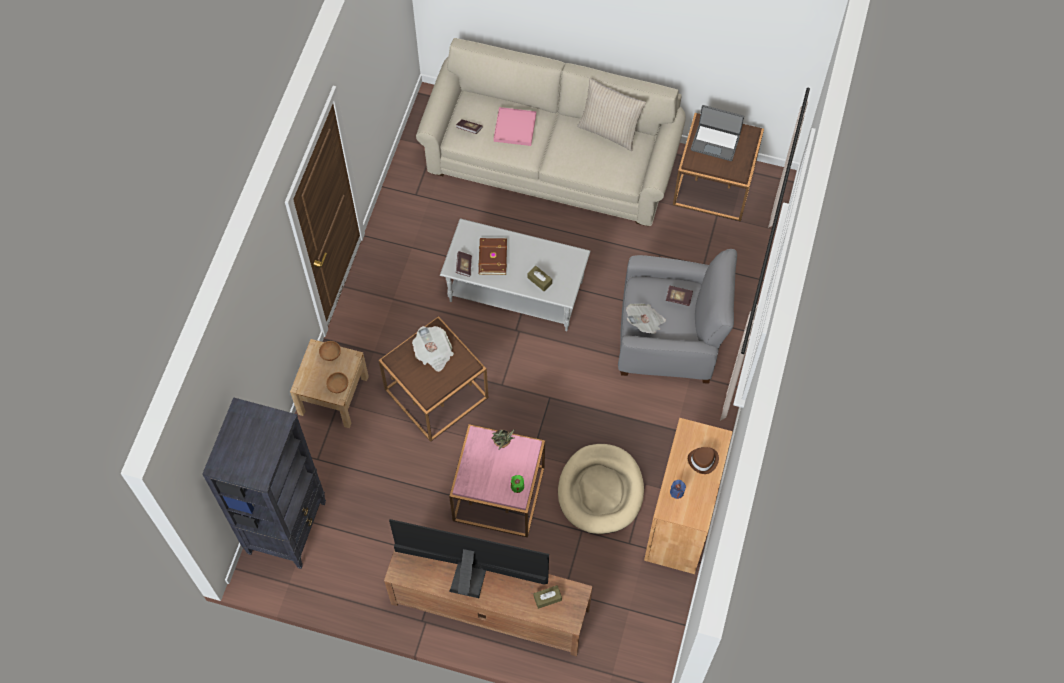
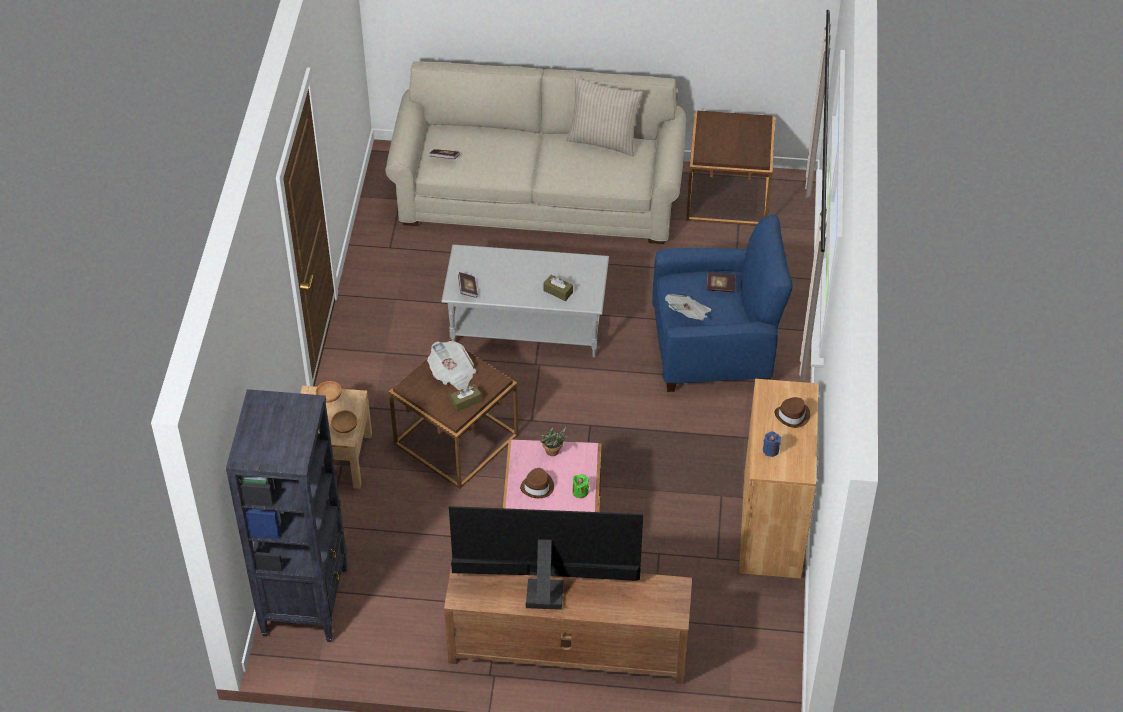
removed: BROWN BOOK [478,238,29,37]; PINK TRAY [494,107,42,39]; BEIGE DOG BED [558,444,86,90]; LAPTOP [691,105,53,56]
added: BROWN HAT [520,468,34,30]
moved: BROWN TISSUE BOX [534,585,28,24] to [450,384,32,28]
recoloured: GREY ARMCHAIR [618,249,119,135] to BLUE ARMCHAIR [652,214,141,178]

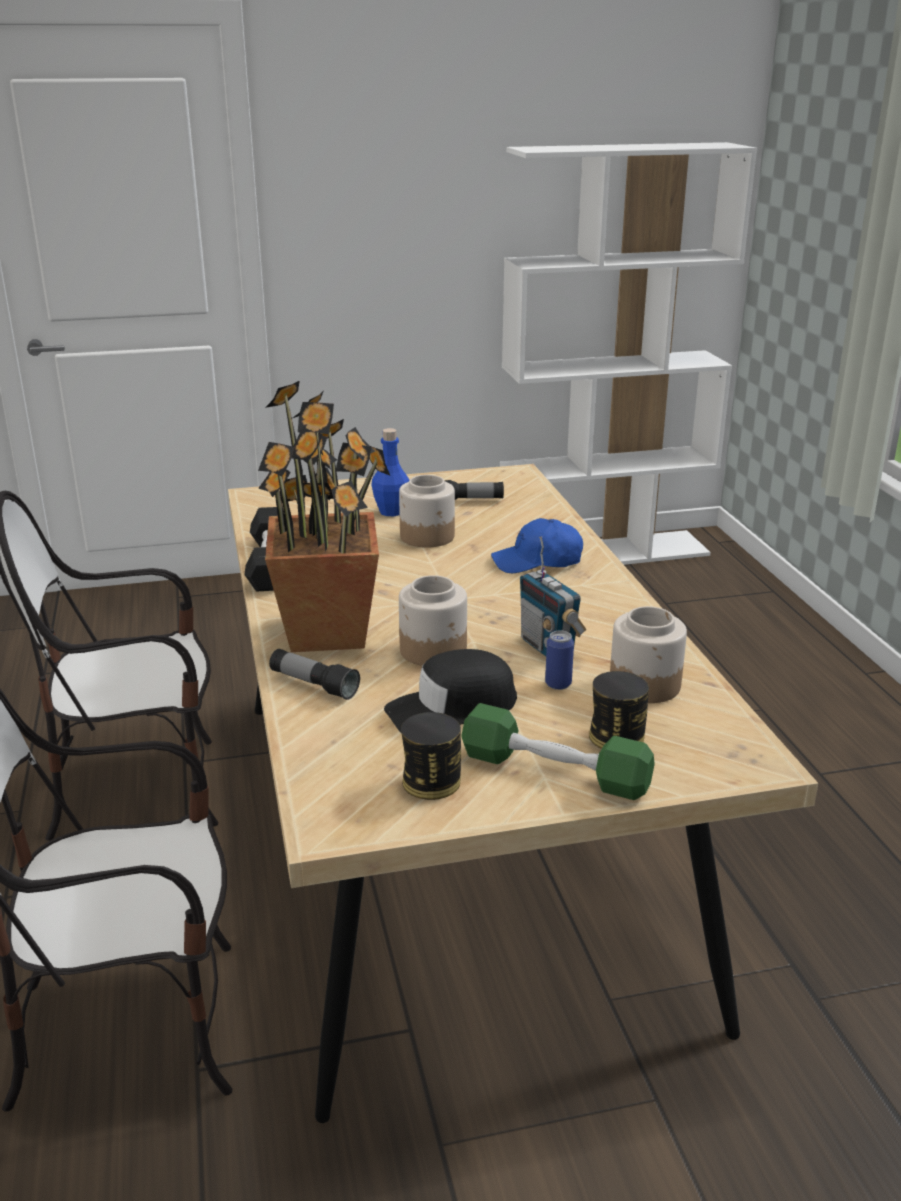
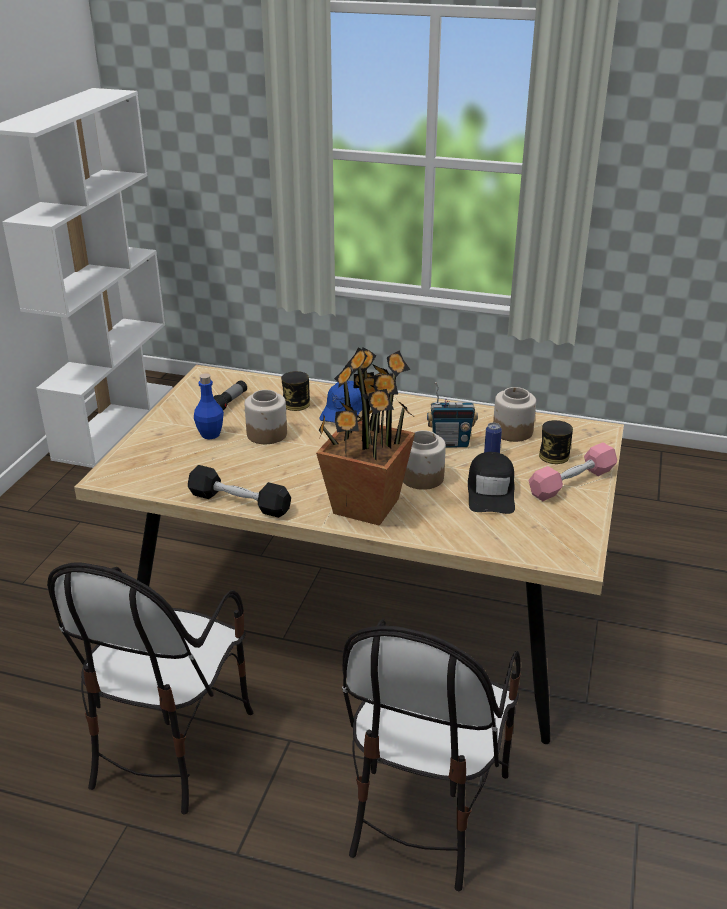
removed: FLASHLIGHT [269,649,91,51]
moved: CAN [401,712,60,88] to [281,371,29,40]
recoloured: GREEN DUMBBELL [461,703,194,97] to PINK DUMBBELL [528,442,89,59]

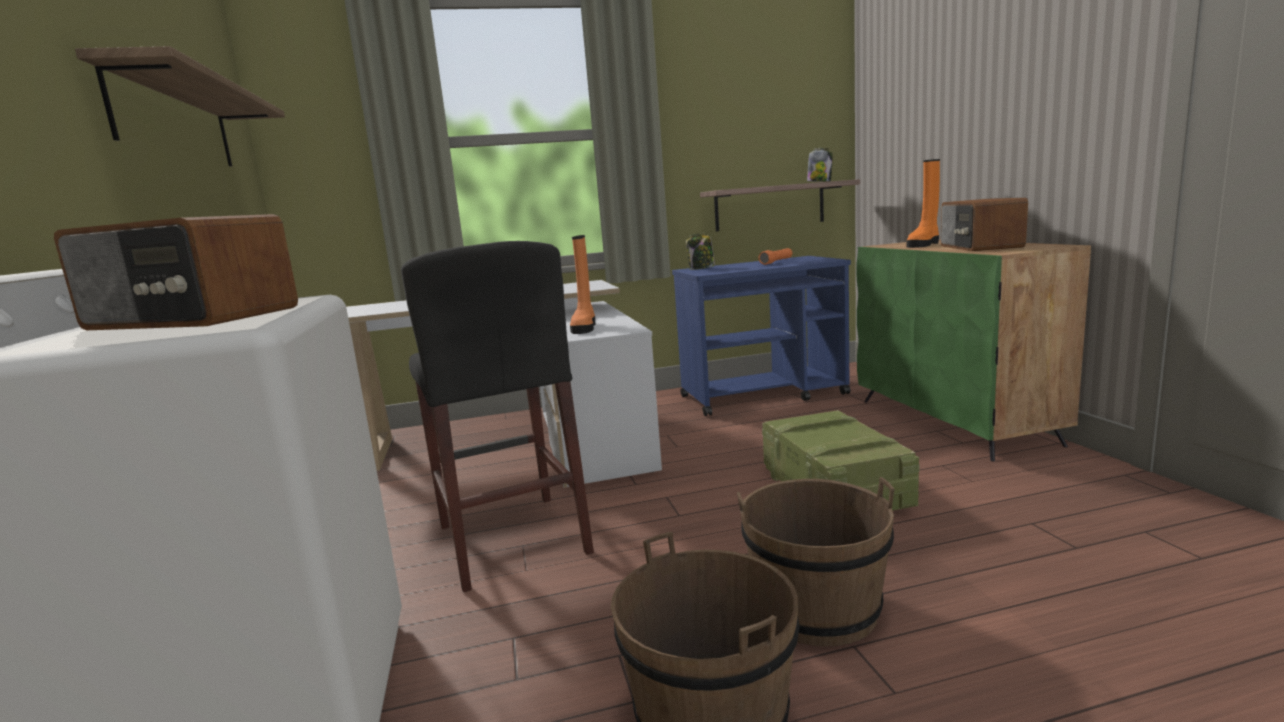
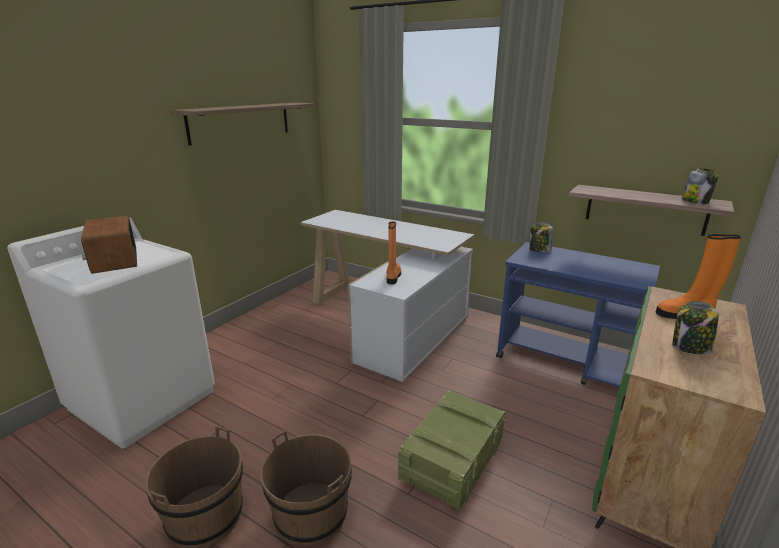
removed: BLACK STOOL [401,241,193,351]; ORANGE FLASHLIGHT [758,248,34,17]
replaced: RADIO [941,198,87,53] to JAR [672,301,47,53]
turned: ORANGE BOOT [570,235,25,99] = [386,222,15,62] 135 degrees clockwise

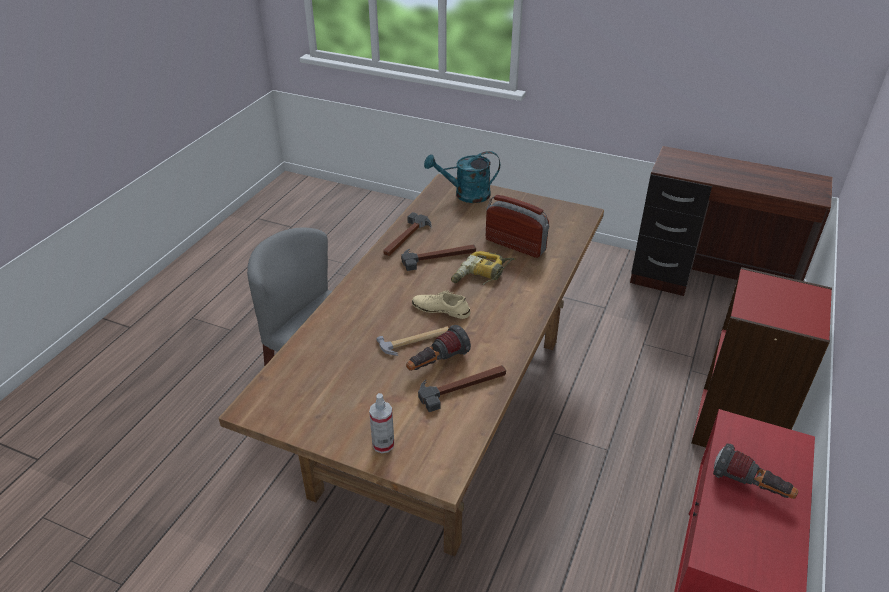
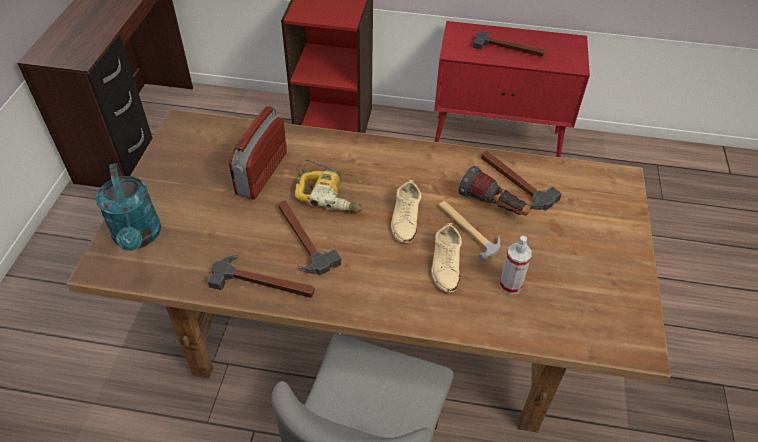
added: BEIGE SHOE [431,223,31,69]
moved: SPRAY BOTTLE [369,393,25,60] to [500,236,32,58]
replaced: FLASHLIGHT [713,443,85,56] to HAMMER [473,31,72,26]

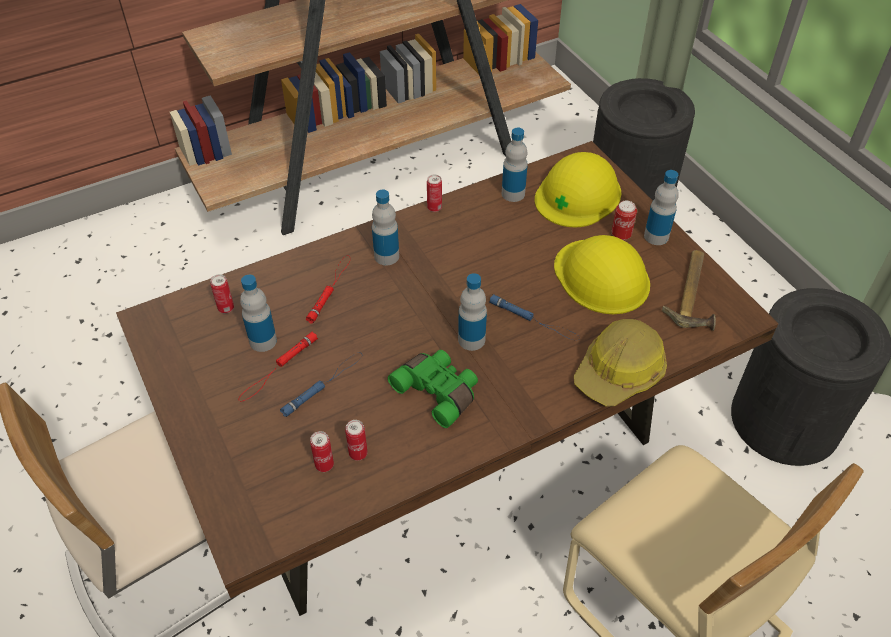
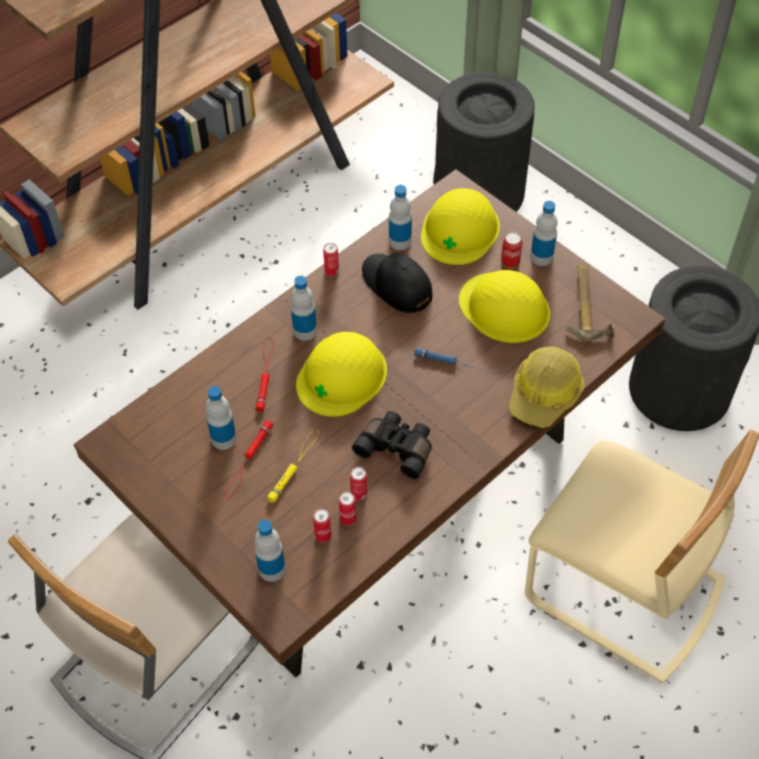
added: YELLOW HARD HAT [296,332,91,85]; BLACK CAP [362,253,71,60]
moved: CAN [210,274,24,39] to [350,467,17,34]; BOTTLE [458,273,29,78] to [254,520,32,62]
recoloured: BLUE FLASHLIGHT [280,352,82,65] to YELLOW FLASHLIGHT [267,429,52,74]; GREEN BINOCULARS [388,350,90,78] to BLACK BINOCULARS [352,411,80,68]

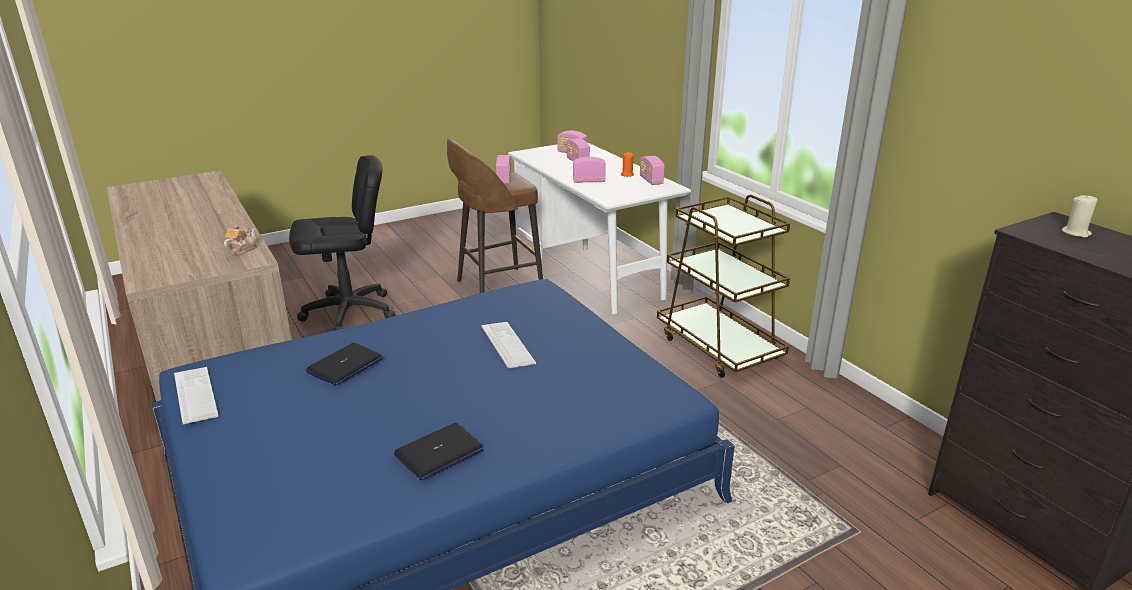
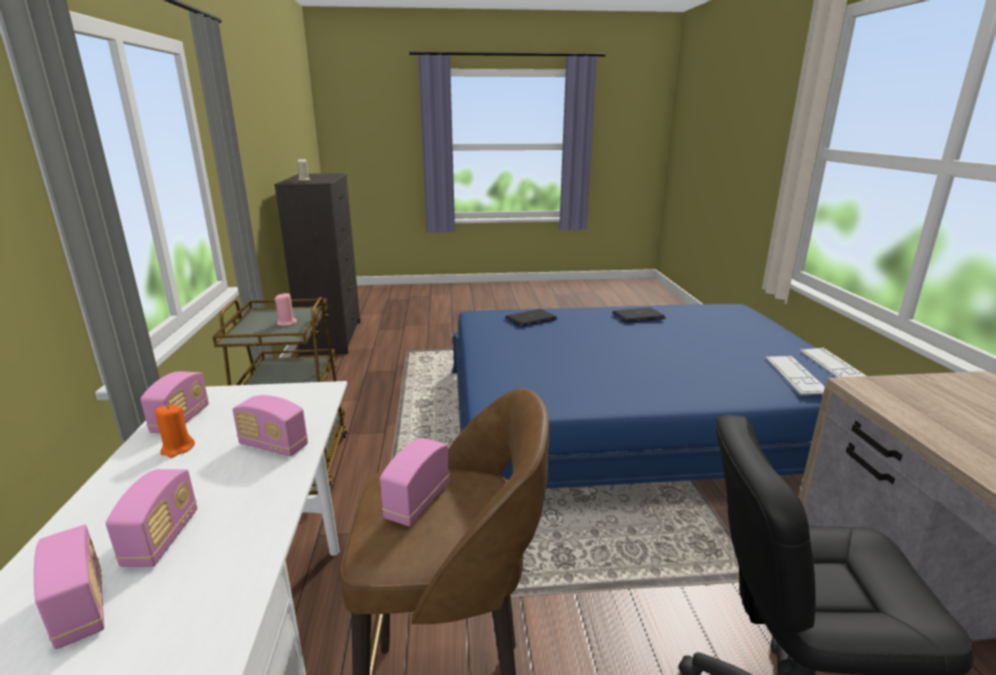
removed: TEAPOT [224,224,33,31]
added: PINK CANDLE [274,292,23,34]
moved: LAPTOP [306,343,77,43] to [505,309,53,18]; KEYBOARD [481,322,55,47] to [766,356,59,39]

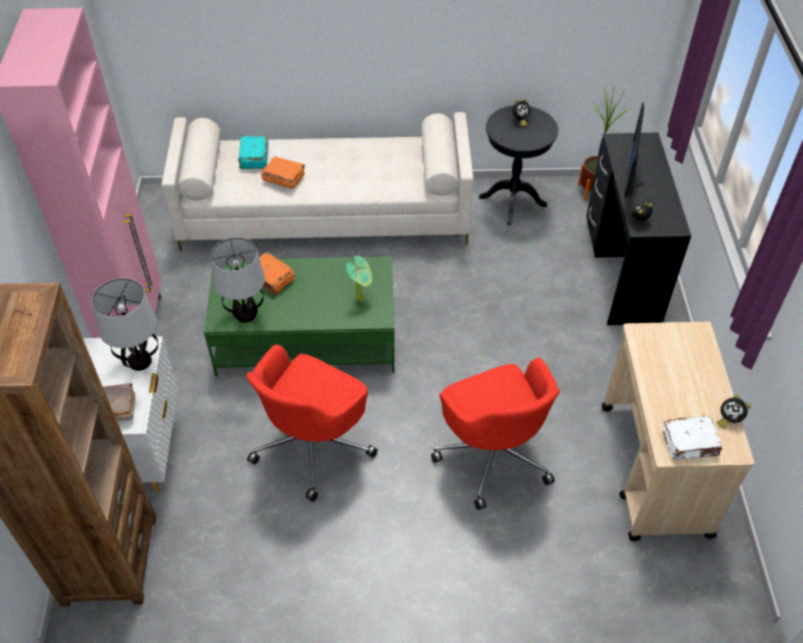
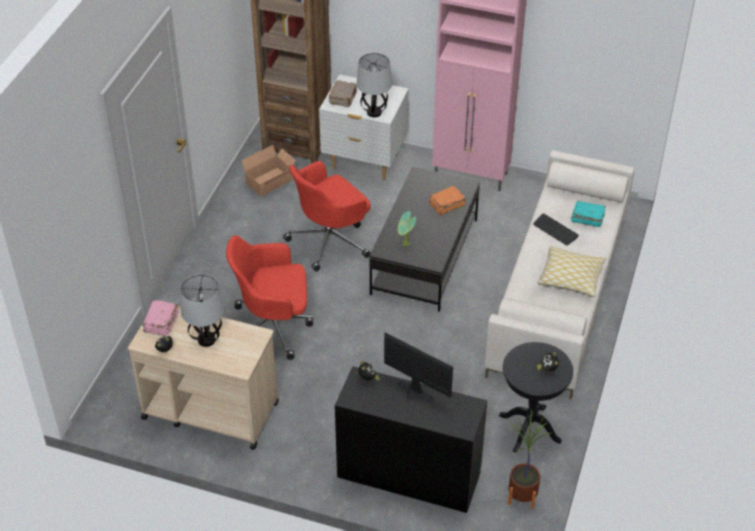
added: CARDBOARD BOX [241,145,55,51]; PILLOW [537,246,69,51]
moved: TABLE LAMP [211,237,54,85] to [180,275,44,72]
replaced: ORANGE BOOK [261,156,44,33] to KEYBOARD [533,213,46,33]
recoloured: GREEN COFFEE TABLE [204,256,191,121] to BLACK COFFEE TABLE [369,167,111,145]; WHITE BOOK [662,416,61,44] to PINK BOOK [143,300,35,36]
turned: RED OFFICE CHAIR [246,344,132,158] = [283,161,88,111] 90 degrees counterclockwise

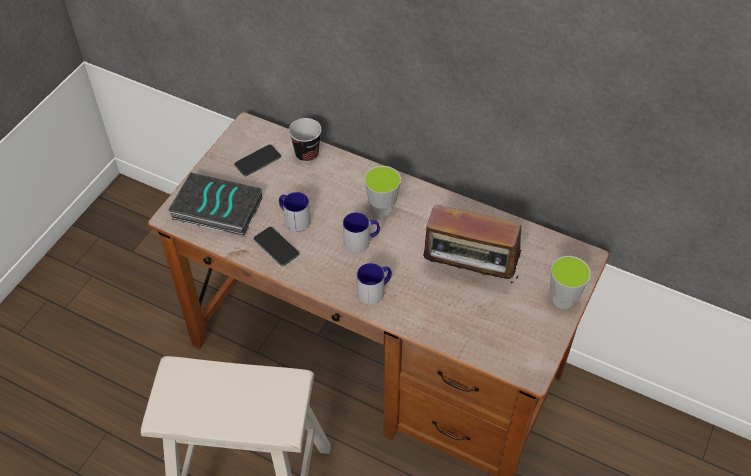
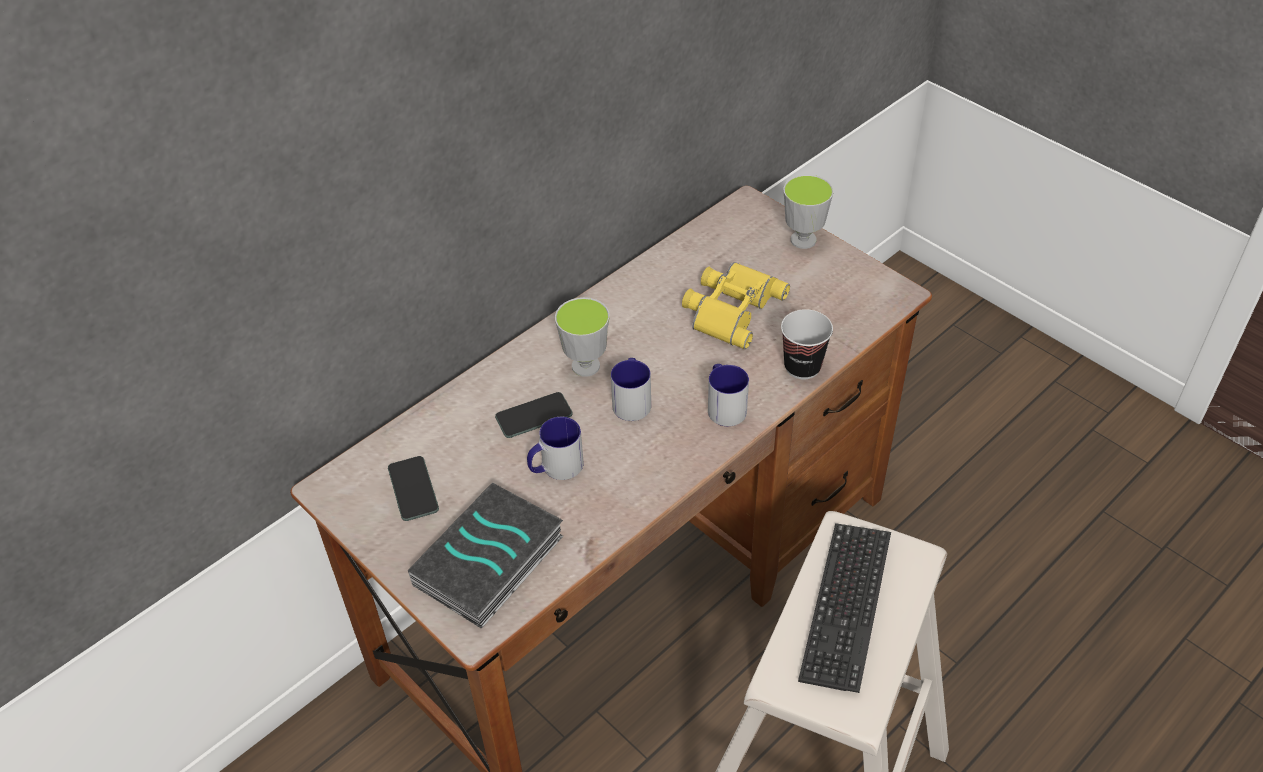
added: KEYBOARD [798,523,93,170]
moved: PHONE [254,227,46,39] to [495,392,78,46]; CUP [289,118,32,44] to [781,309,52,70]
replaced: RADIO [423,204,99,80] to YELLOW BINOCULARS [682,262,108,87]

